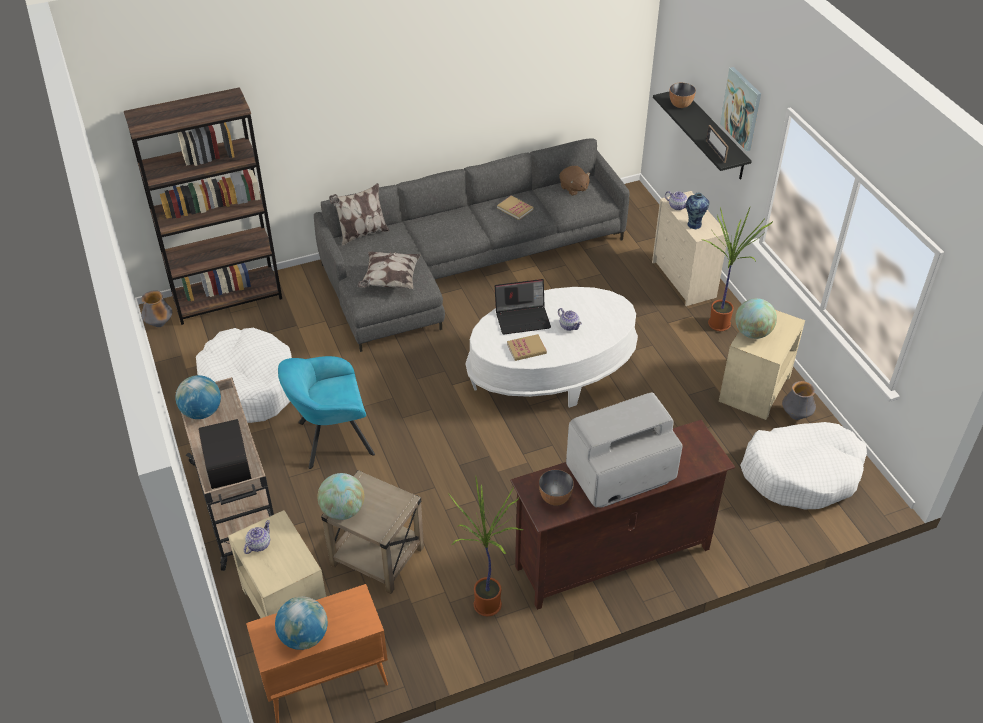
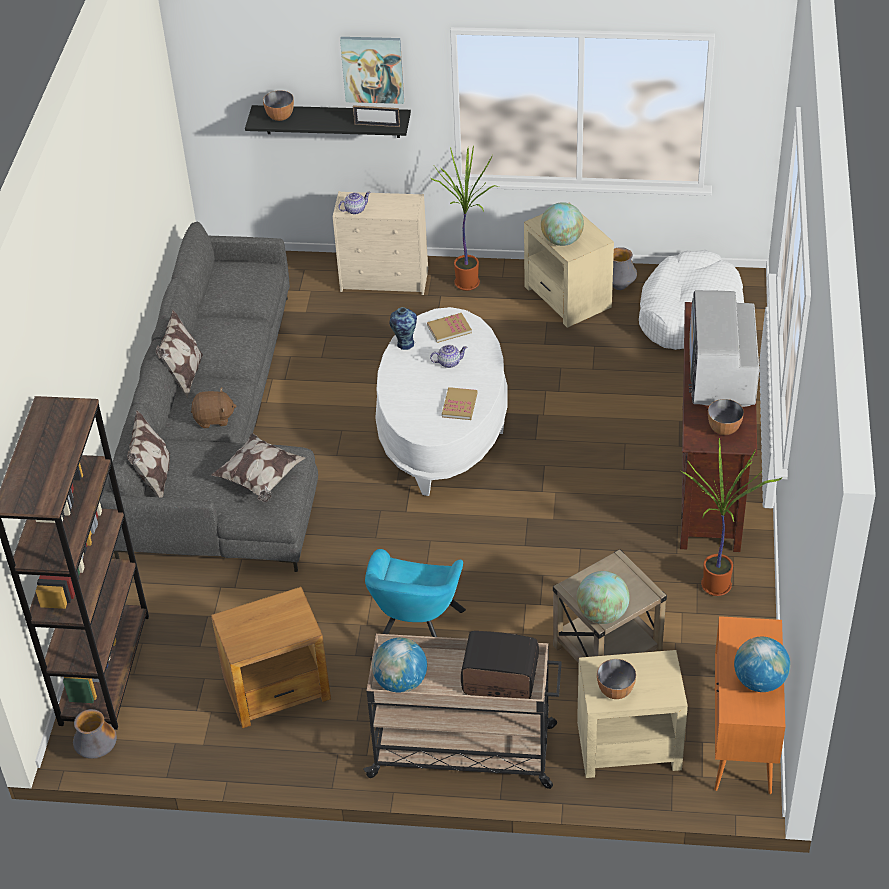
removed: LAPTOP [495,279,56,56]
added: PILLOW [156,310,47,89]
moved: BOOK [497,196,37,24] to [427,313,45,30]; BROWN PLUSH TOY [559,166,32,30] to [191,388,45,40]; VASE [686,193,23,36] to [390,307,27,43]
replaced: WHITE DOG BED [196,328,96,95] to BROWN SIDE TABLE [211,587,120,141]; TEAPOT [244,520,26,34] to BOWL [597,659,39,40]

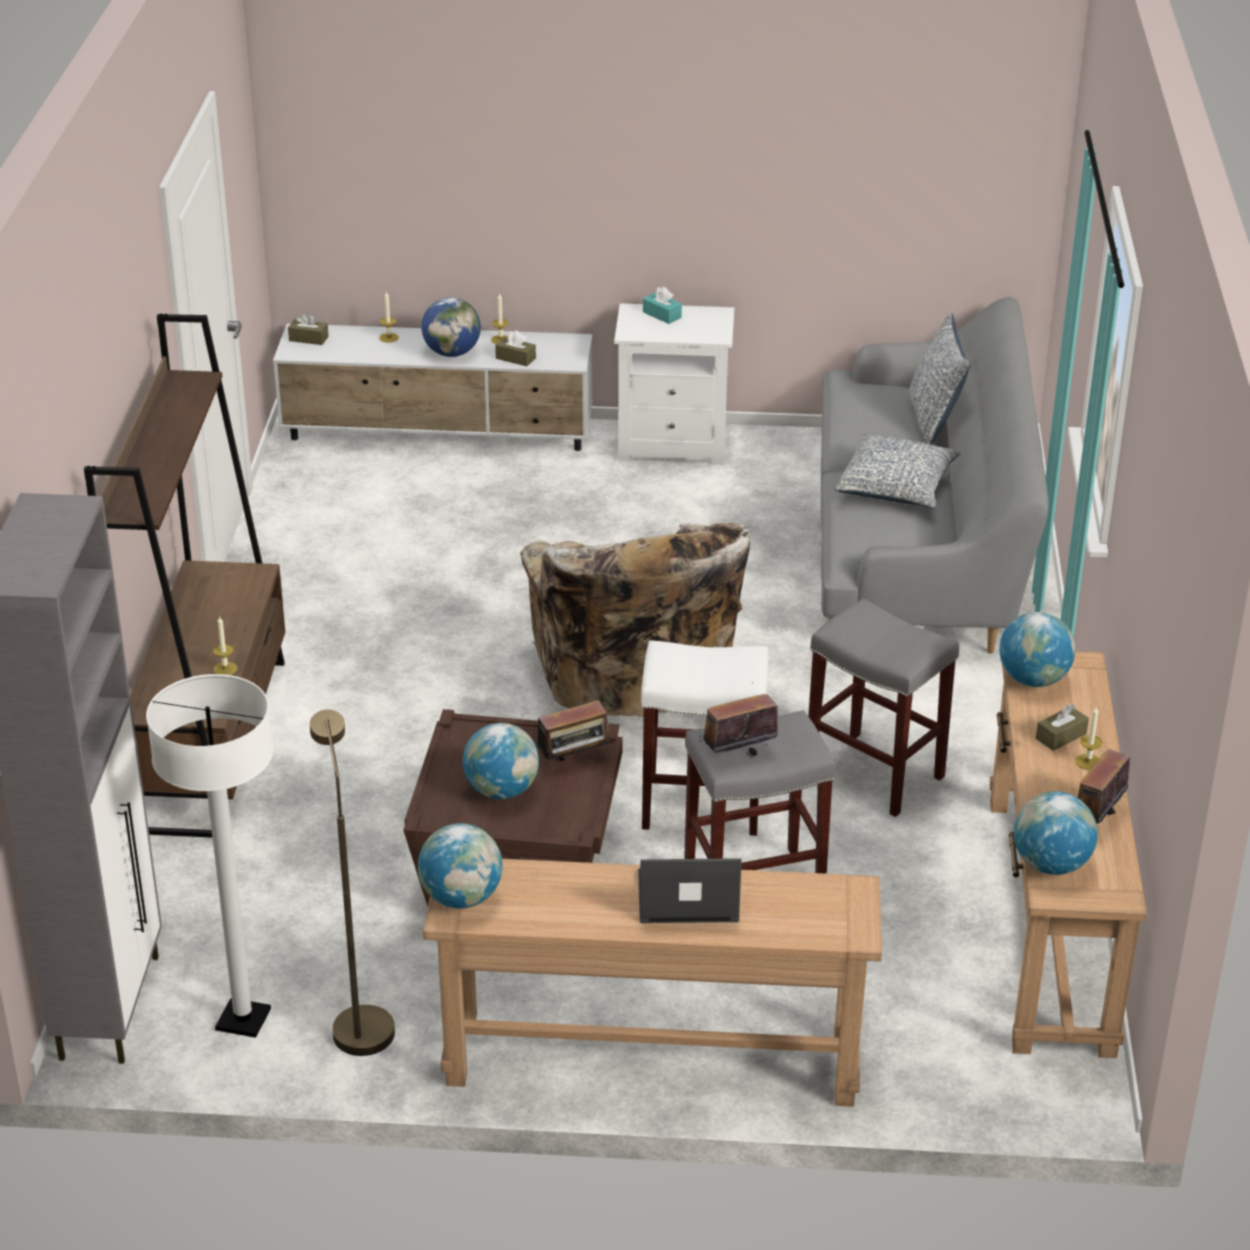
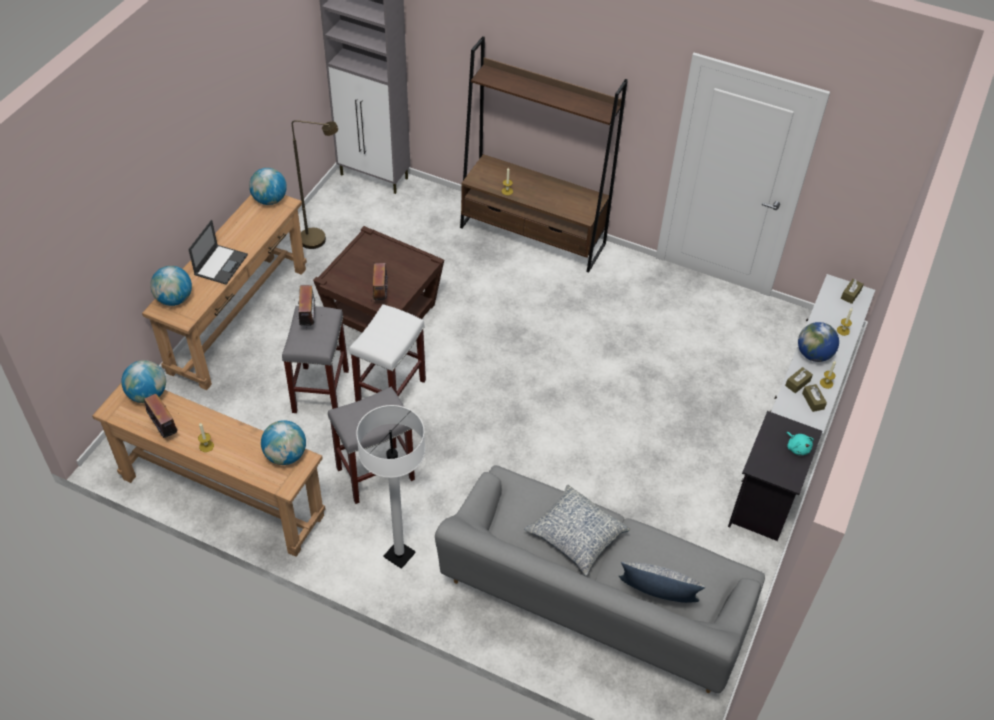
removed: BEIGE ARMCHAIR [520,522,230,195]
moved: WHITE FLOOR LAMP [146,674,127,364] to [356,405,69,164]; GLOBE [463,723,76,76] to [150,266,42,40]; BROWN TISSUE BOX [1036,704,53,47] to [802,384,25,28]
replaced: TURQUOISE TISSUE BOX [643,287,39,37] to TURQUOISE PLUSH TOY [786,432,28,23]
recoloured: WHITE NIGHTSTAND [614,303,120,162] to BLACK NIGHTSTAND [728,411,94,130]

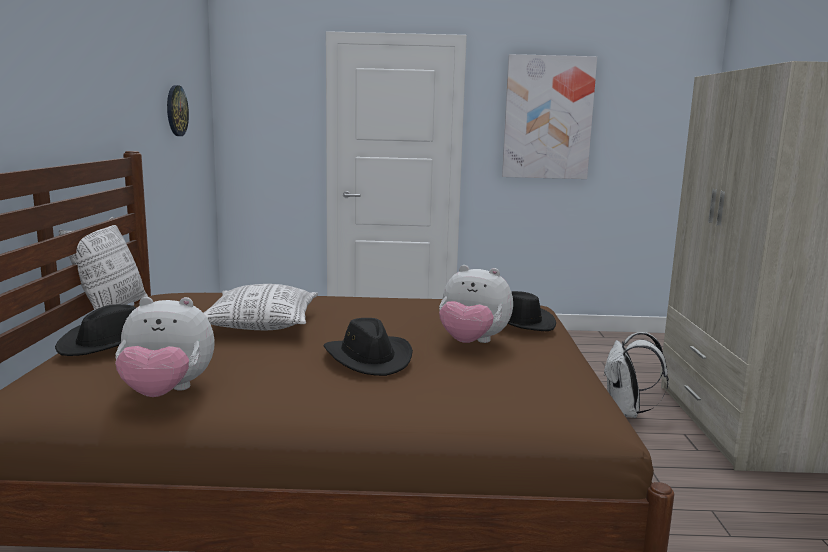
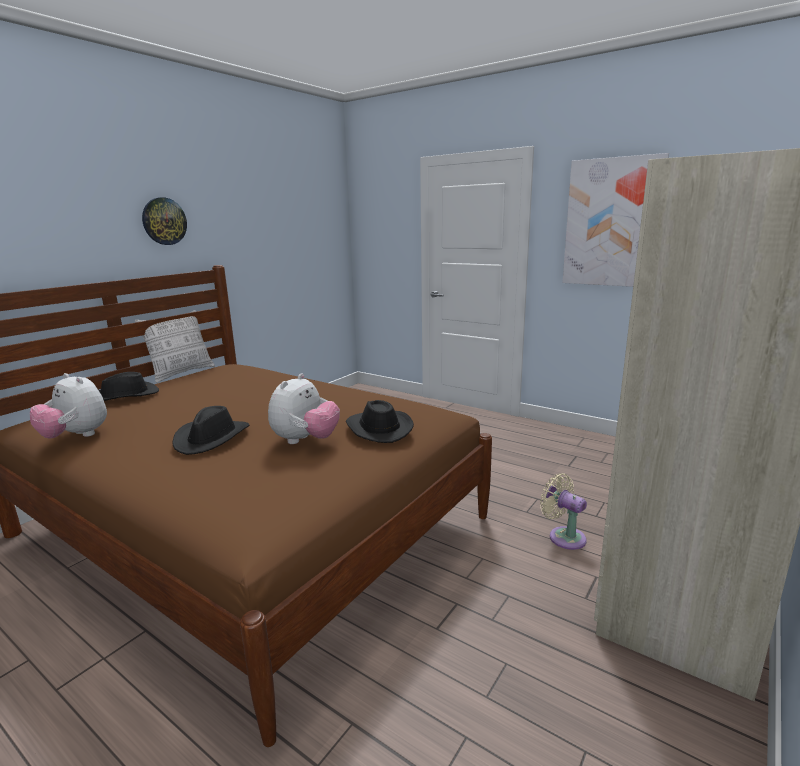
removed: PILLOW [204,284,114,46]
moved: WALL CLOCK [167,85,22,51] to [142,197,45,48]
replaced: WHITE BACKPACK [603,332,66,86] to BEIGE FAN [540,473,47,77]
turned: PLUSH TOY [439,265,74,78] = [268,374,72,70] 120 degrees counterclockwise

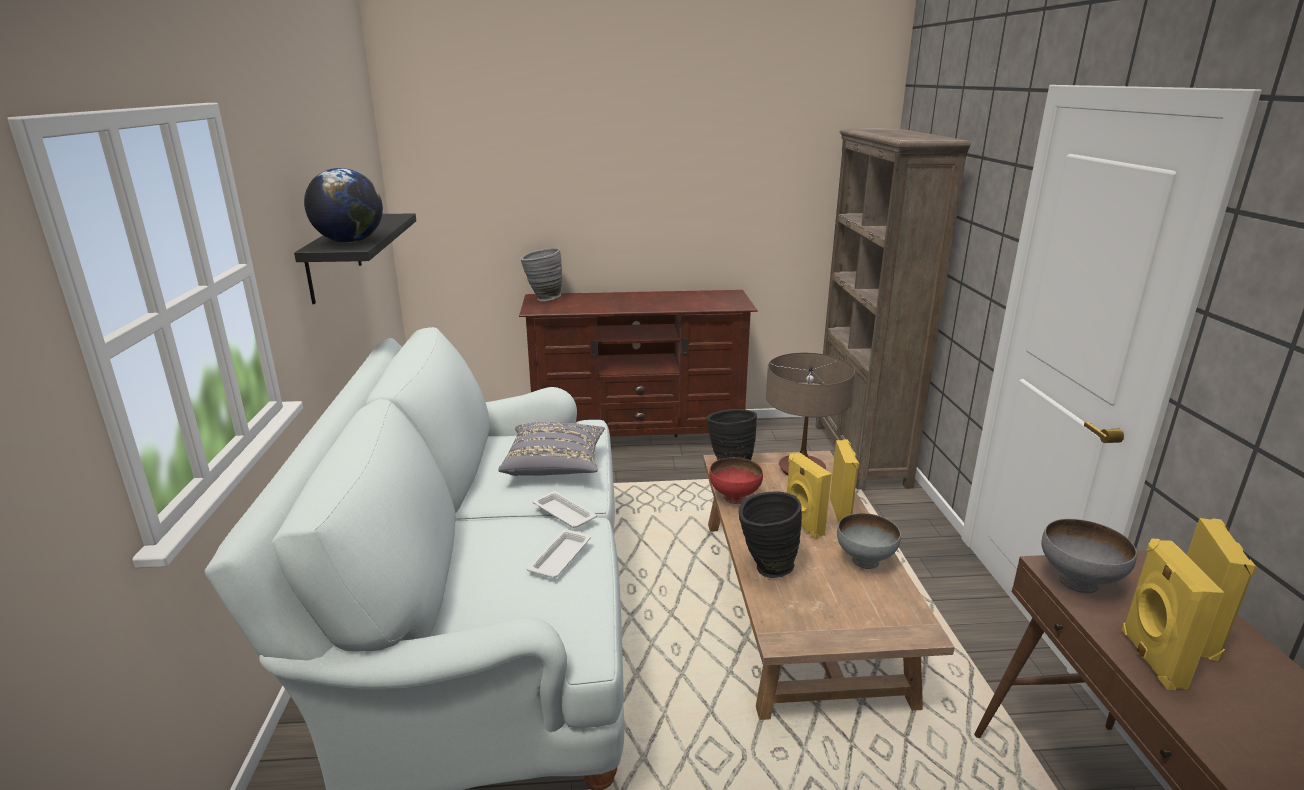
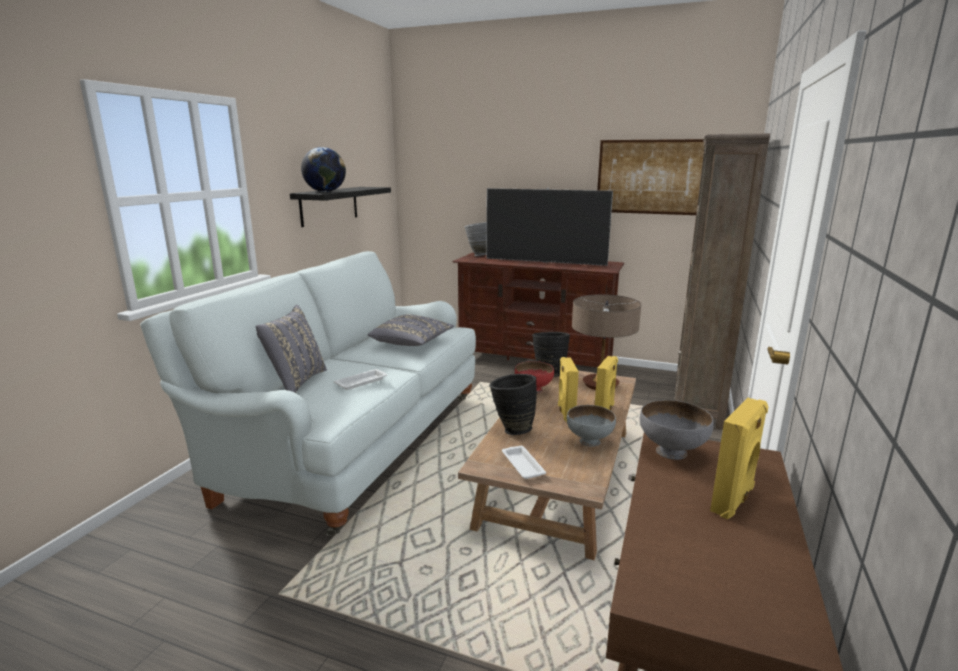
removed: YELLOW SPEAKER [1122,539,102,151]
added: GREY PILLOW [255,305,72,88]; TELEVISION [486,188,127,78]; PICTURE [597,139,107,76]
moved: WHITE TRAY [533,491,64,37] to [502,446,44,33]

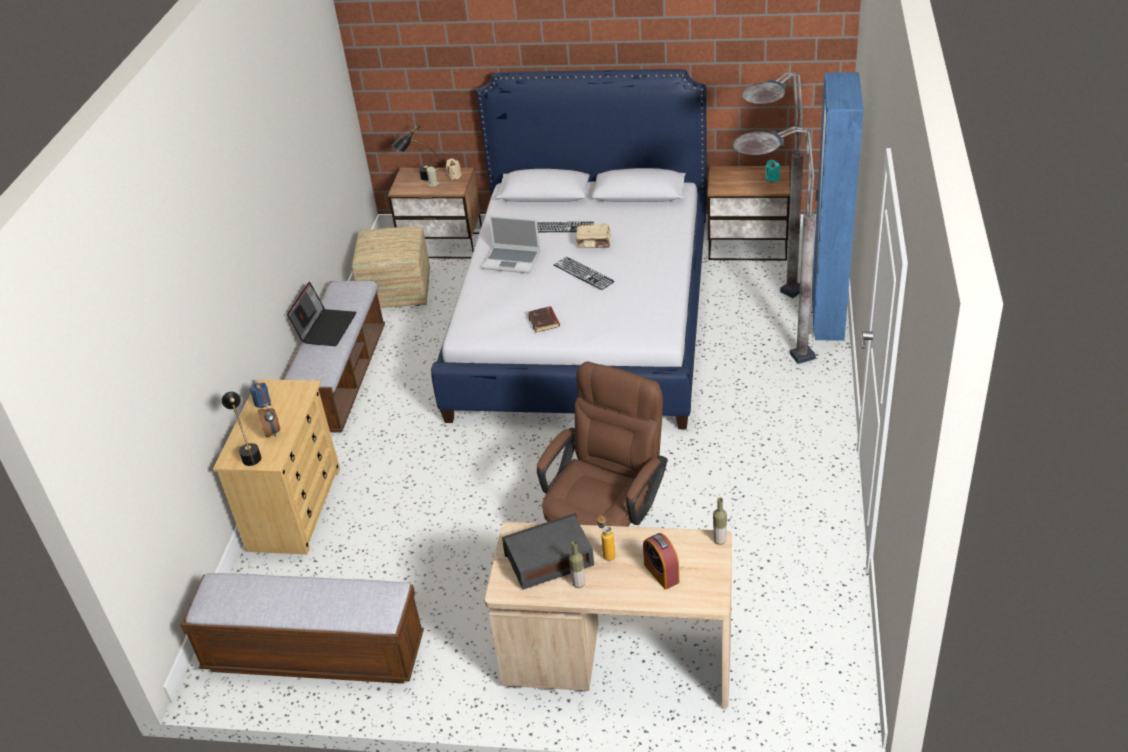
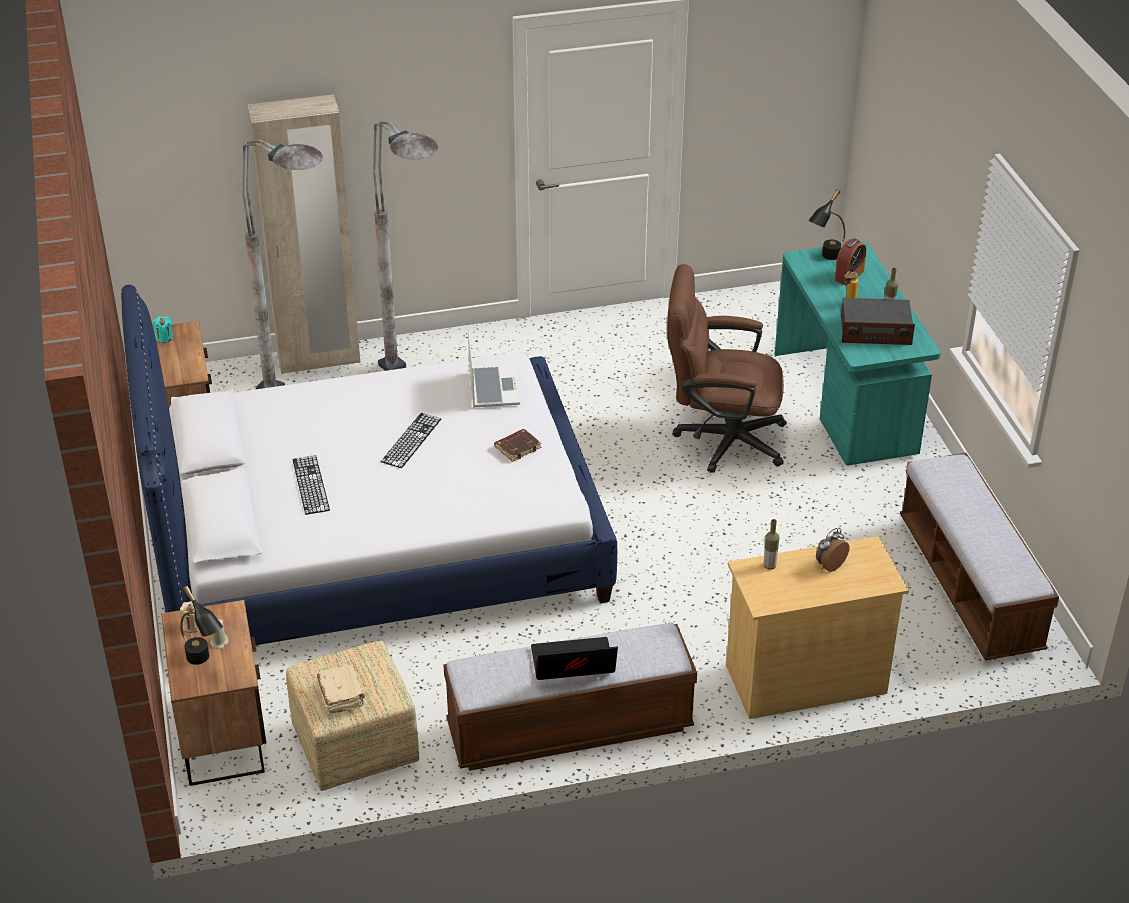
removed: BLUE CANDLE [250,383,21,25]
moved: BLACK TABLE LAMP [222,392,39,74] to [808,189,37,71]; LAPTOP [482,216,58,57] to [468,332,52,75]; BEIGE BOOK [576,224,34,24] to [316,663,49,51]; BOTTLE [713,498,14,47] to [764,519,15,51]
recoloured: BEIGE DESK [485,522,247,187] to TURQUOISE DESK [775,242,166,223]; BLUE WARDROBE [812,72,52,269] to BEIGE WARDROBE [247,94,113,280]
turned: RADIO [502,513,92,77] = [841,298,74,47] 45 degrees counterclockwise

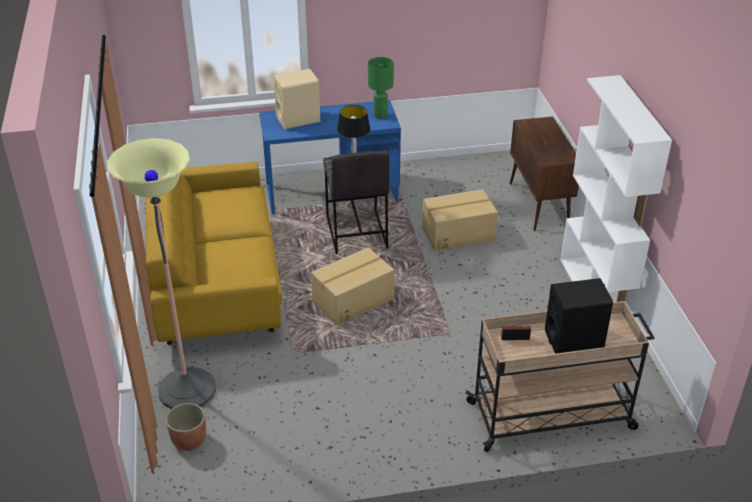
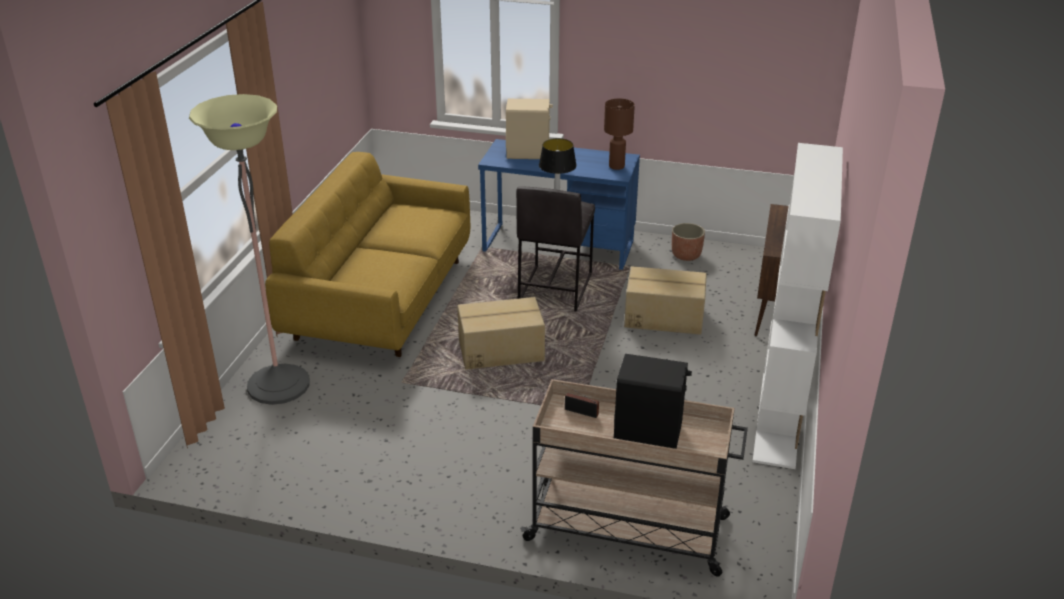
moved: PLANTER [166,403,40,47] to [672,223,33,38]
recoloured: GREEN TABLE LAMP [368,57,26,62] to BROWN TABLE LAMP [604,98,31,72]

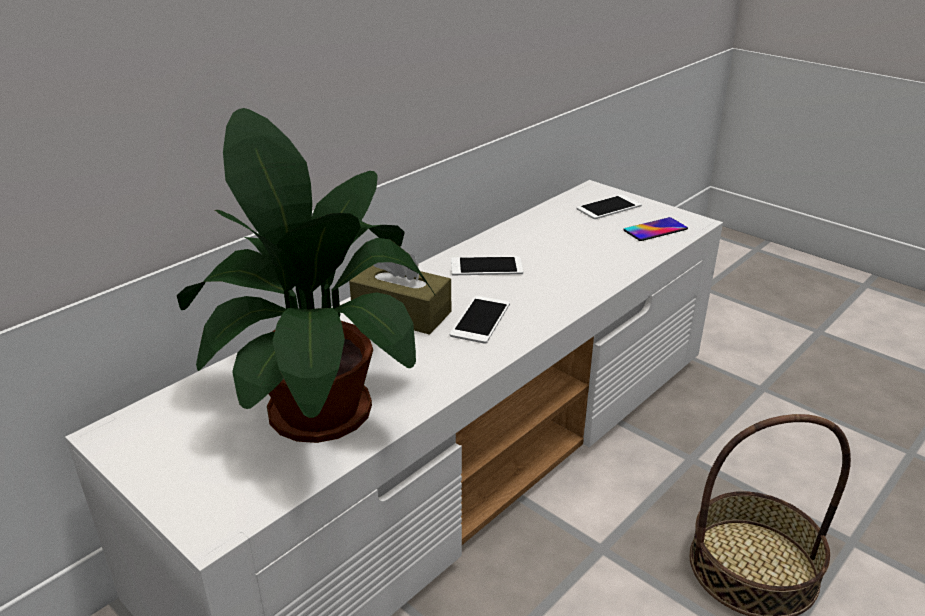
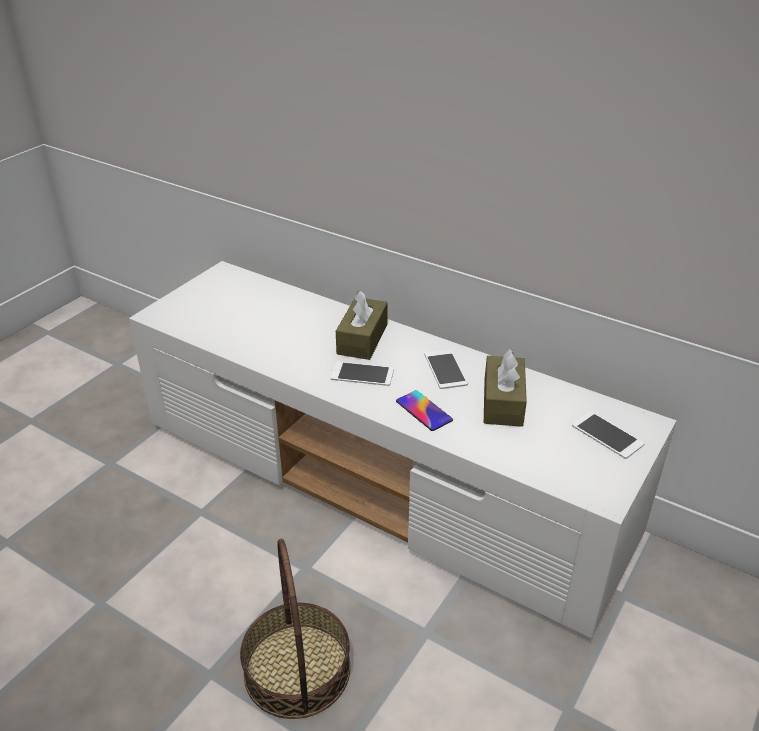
removed: POTTED PLANT [177,108,258,335]
added: BROWN TISSUE BOX [484,349,43,78]
moved: PHONE [623,217,65,24] to [396,390,57,41]

